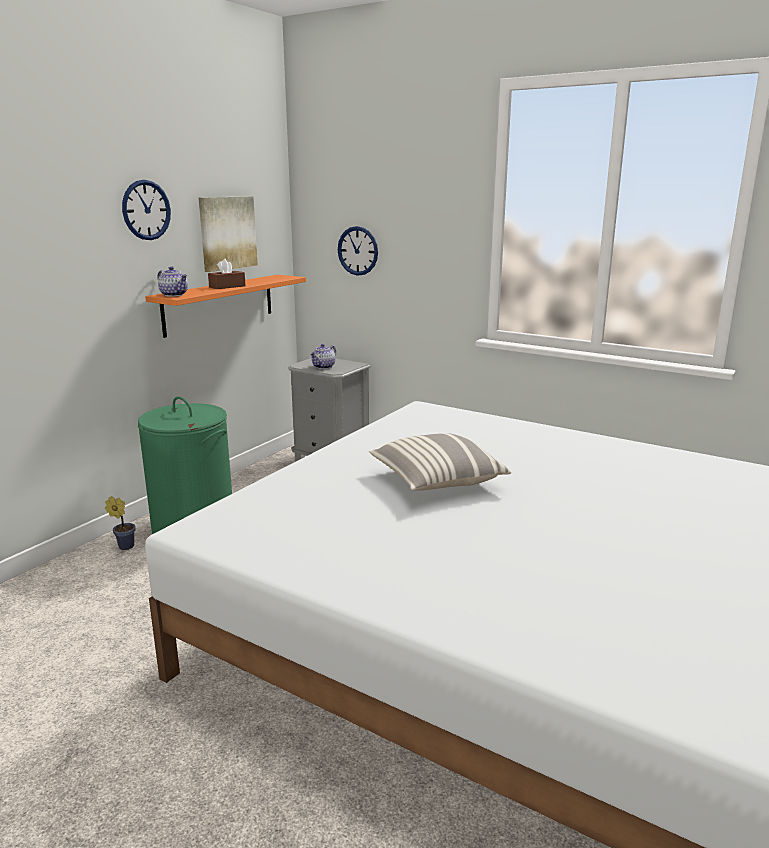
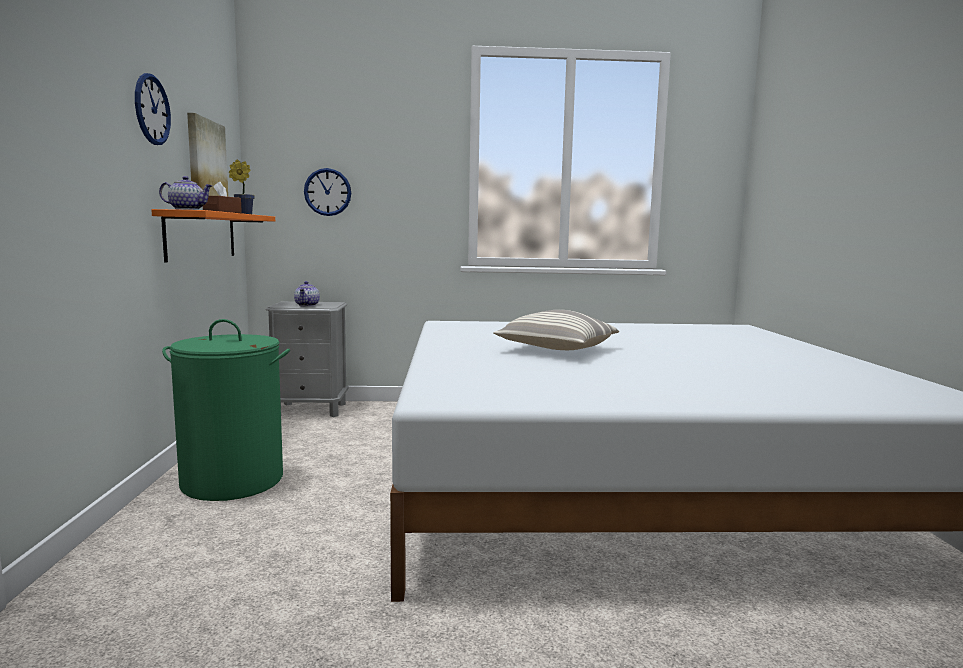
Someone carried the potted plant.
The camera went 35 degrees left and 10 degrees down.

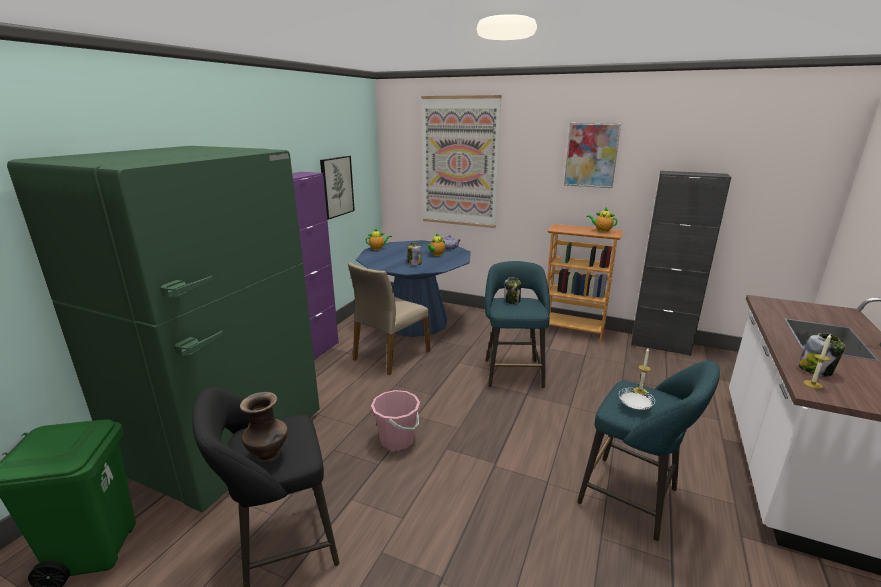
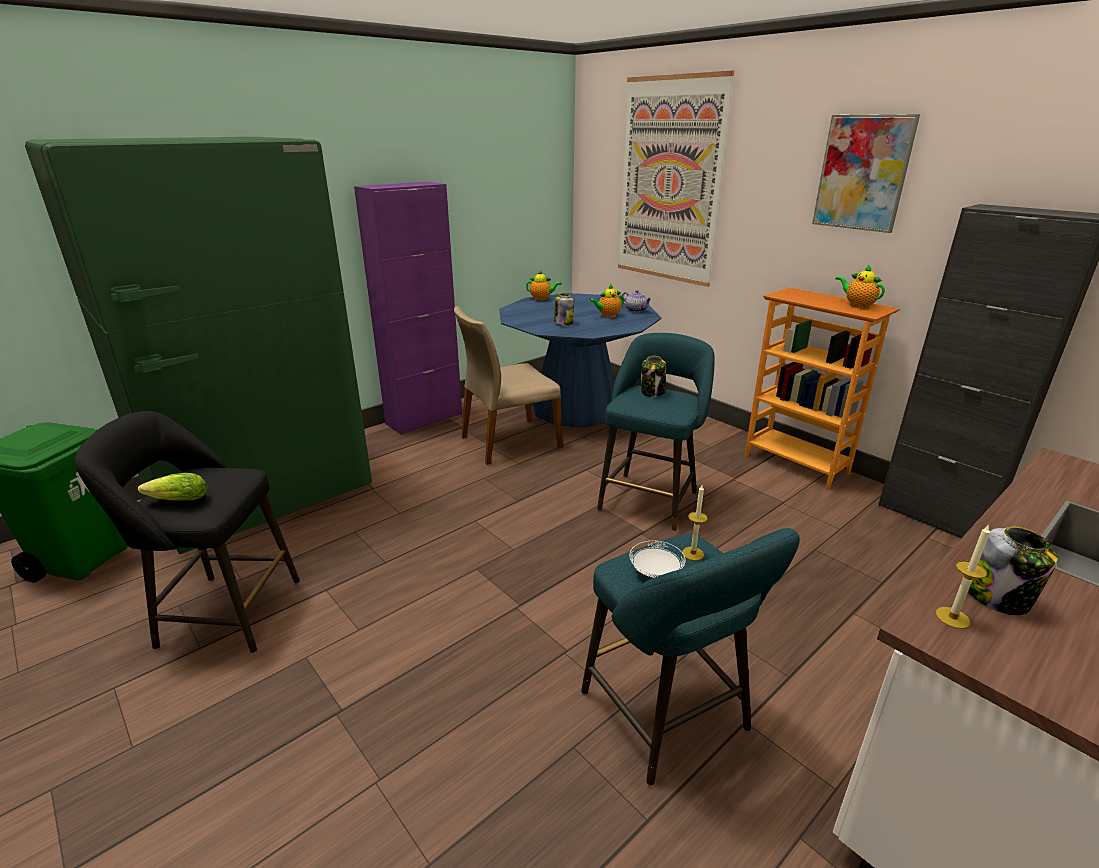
Someone swapped the brown vase for the lettuce.
Someone took away the picture (no. 1 from left).
Someone took away the pink bucket.
The camera went 25 degrees right and 5 degrees up.

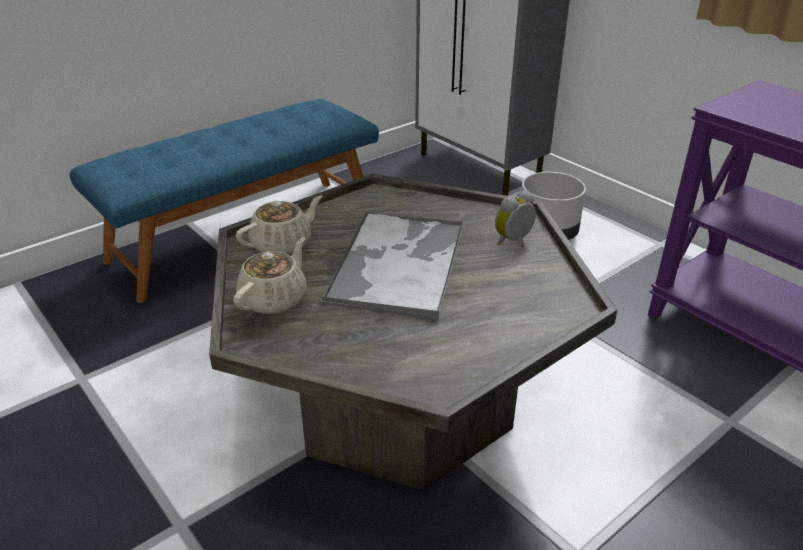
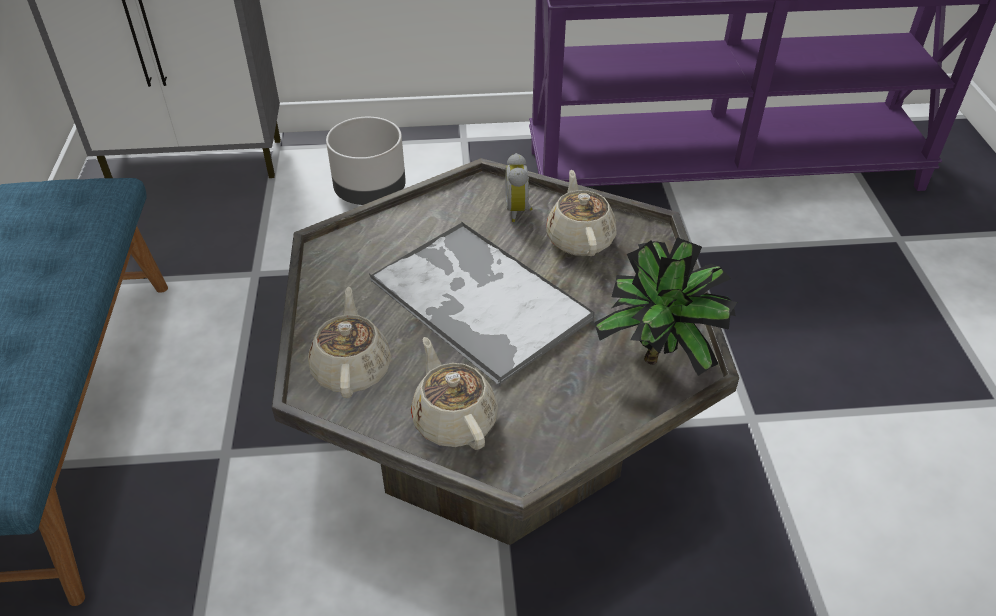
Someone put down the beige teapot (no. 3 from left).
Someone put down the potted plant.
The camera went 55 degrees left and 10 degrees up.

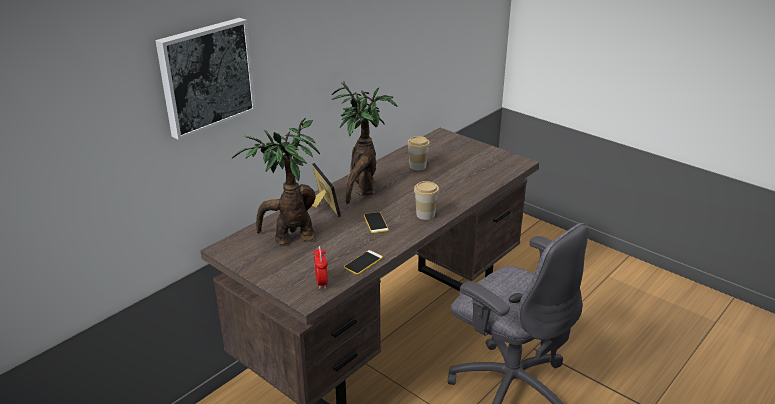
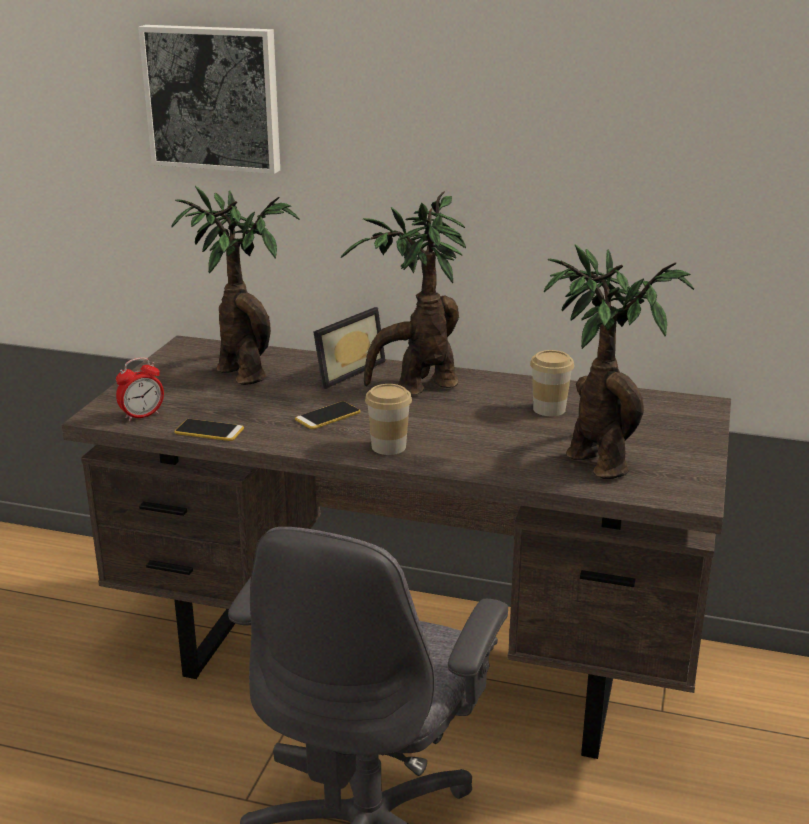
Someone put down the potted plant (no. 3 from left).
The camera went 65 degrees right and 5 degrees down.

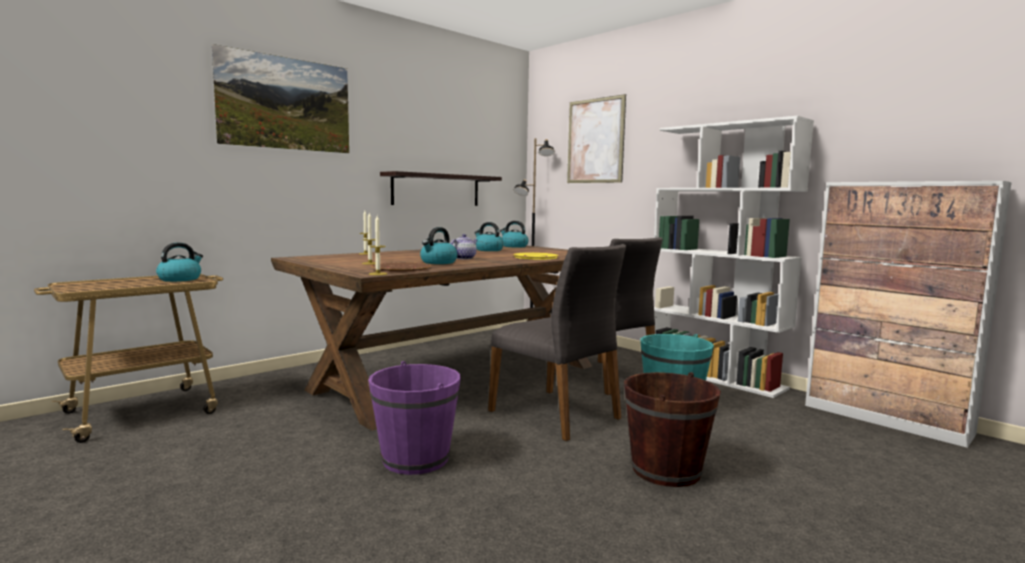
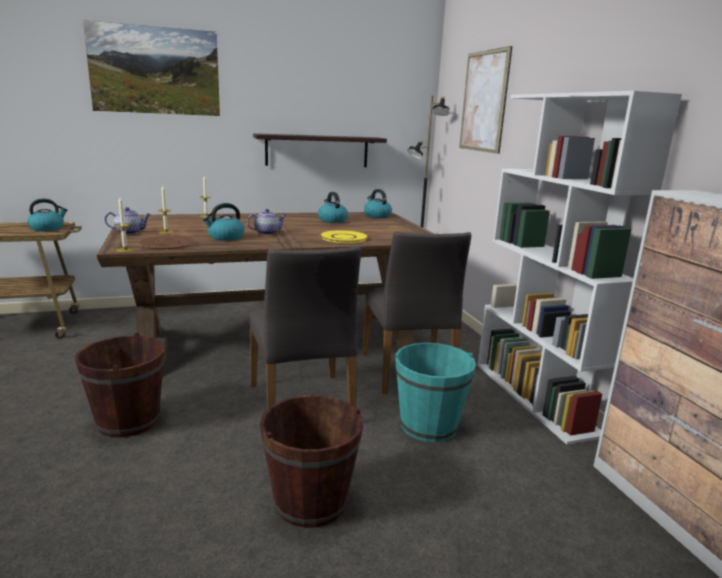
Someone repainted the purple bucket, which became the brown bucket (no. 1 from left).
Someone put down the teapot (no. 1 from left).
The camera went 25 degrees right and 10 degrees up.

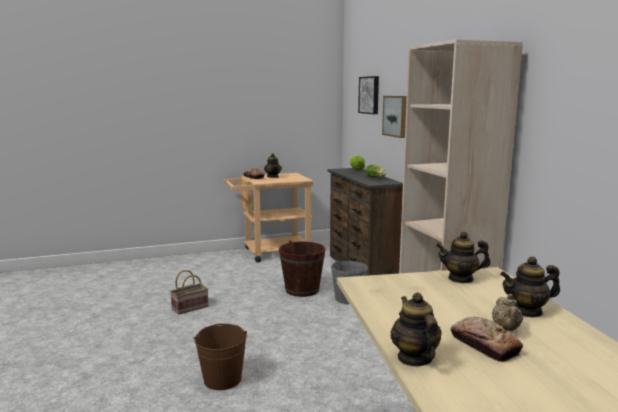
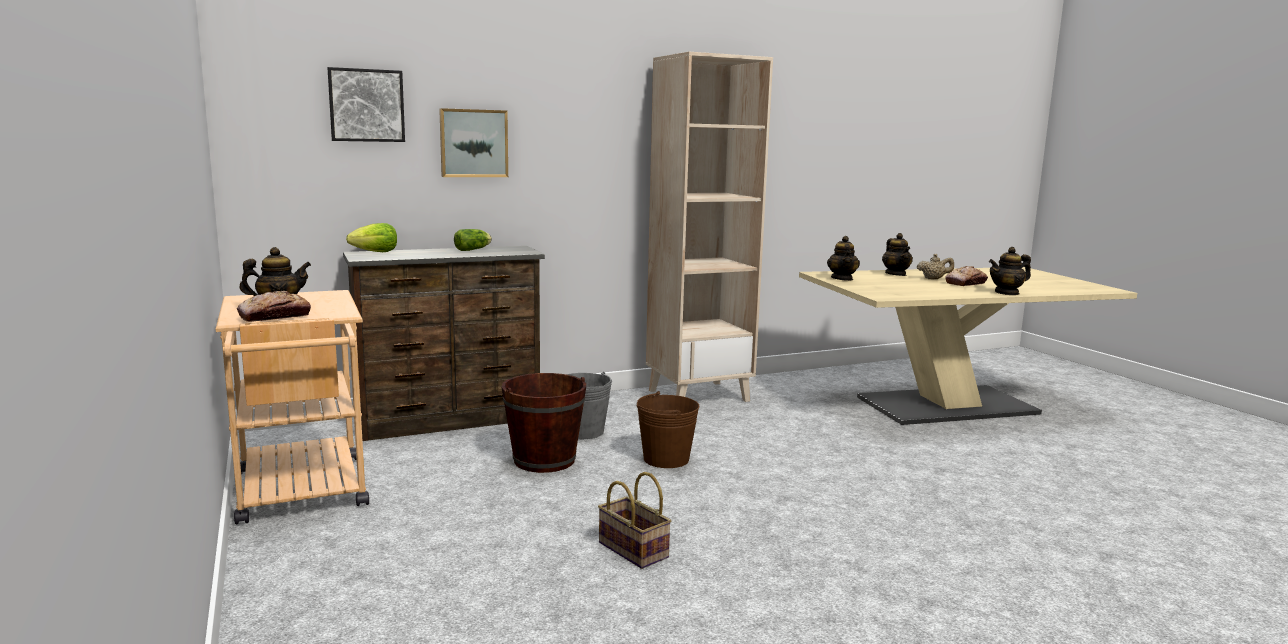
Someone carried the brown bucket (no. 1 from left in the first image).
The camera went 95 degrees left and 0 degrees up.

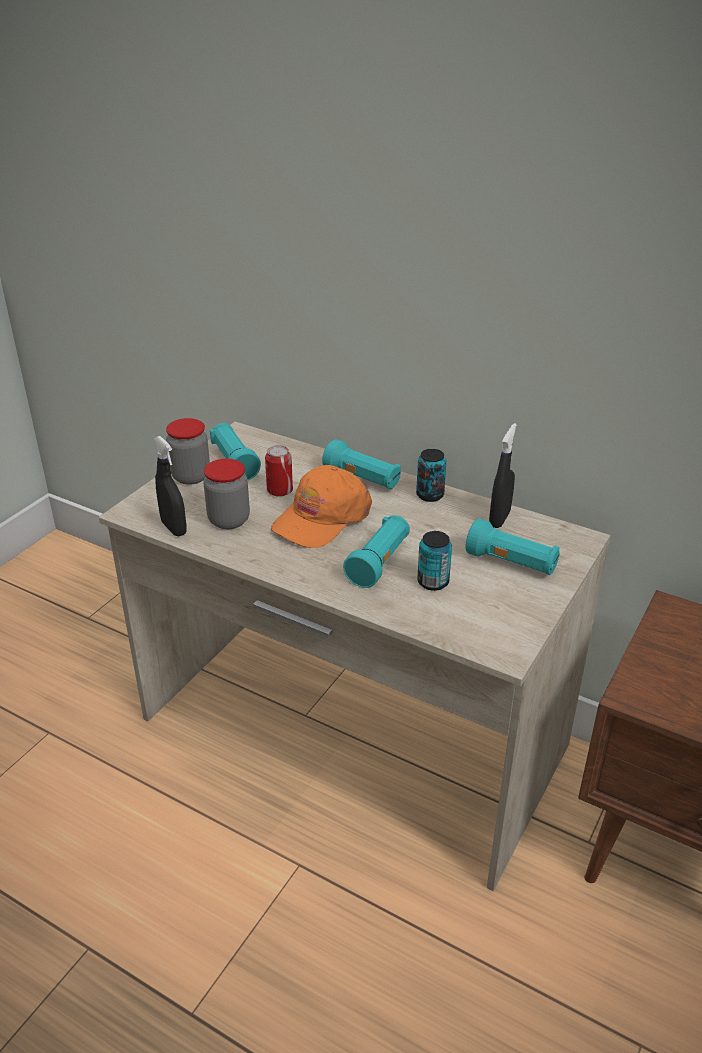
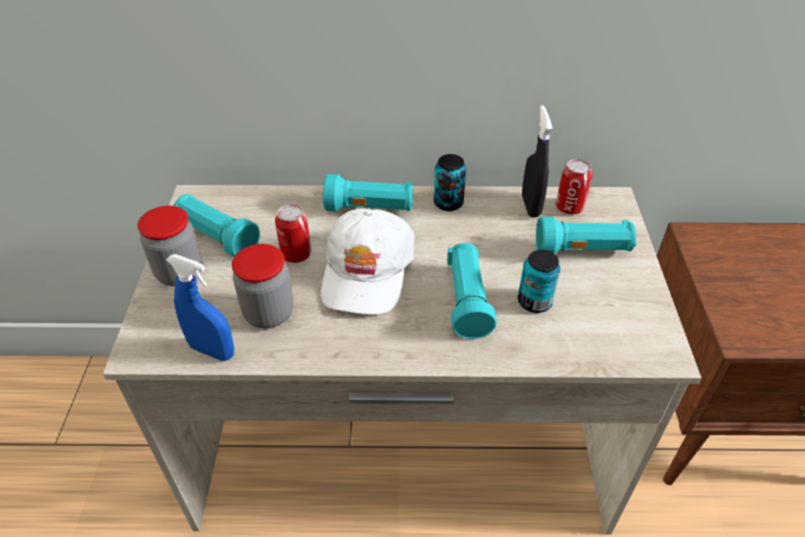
Someone repainted the black spray bottle (no. 1 from left), which became the blue spray bottle.
Someone repainted the orange cap, which became the white cap.
Someone put down the can (no. 4 from left).
The camera went 30 degrees left and 10 degrees up.

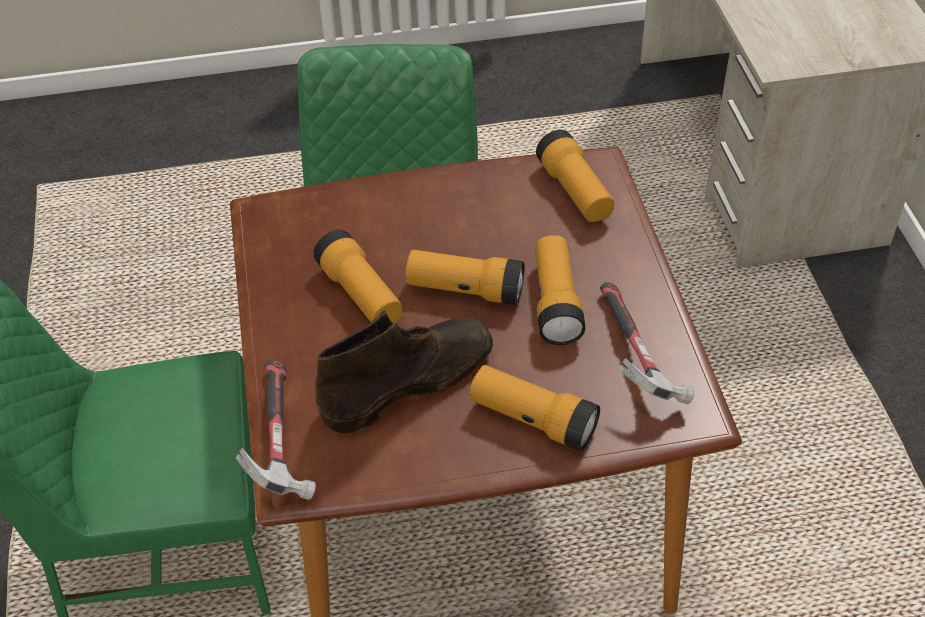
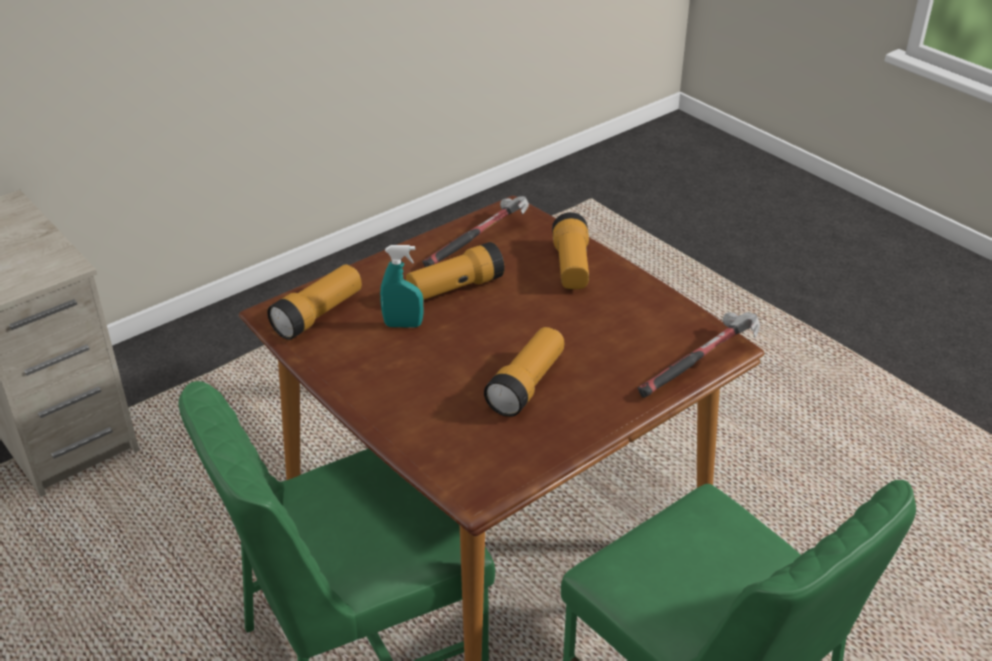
Someone took away the brown boot.
Someone took away the flashlight (no. 2 from left).
Someone put down the turquoise spray bottle.
The camera went 120 degrees left and 10 degrees down.

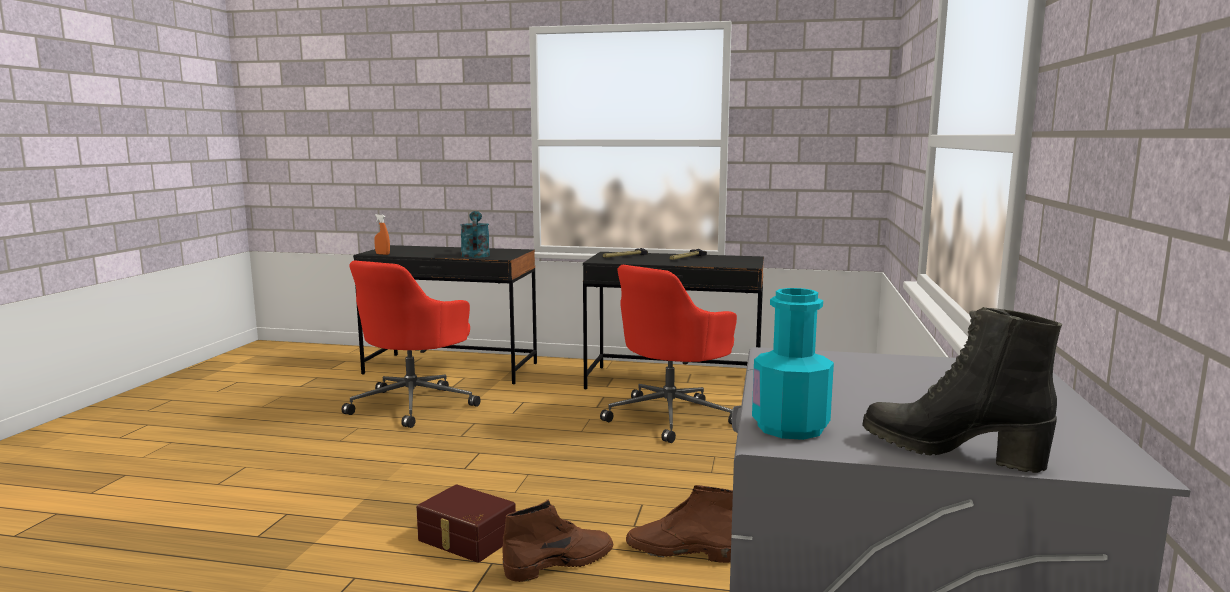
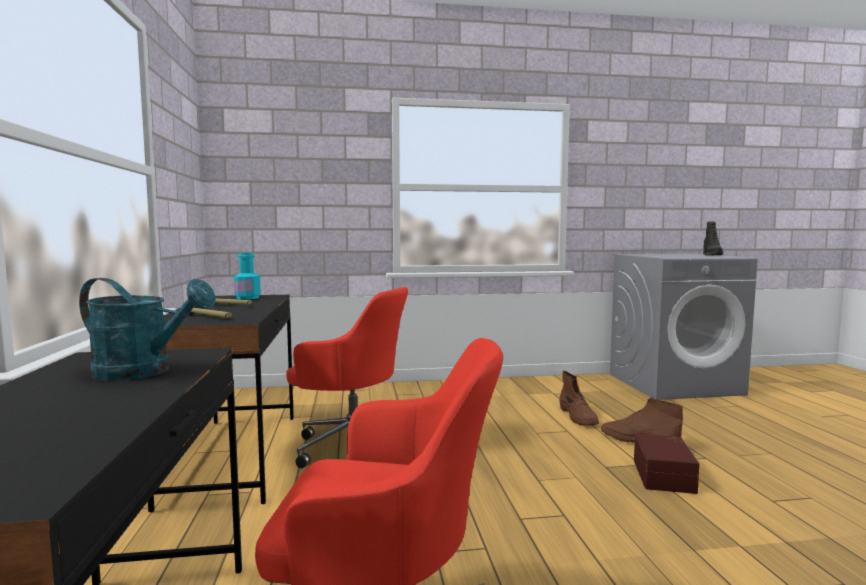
Someone took away the orange spray bottle.
Someone rotated the turquoise watering can by 135 degrees counterclockwise.
Someone carried the turquoise bottle.
The camera went 110 degrees left and 5 degrees down.

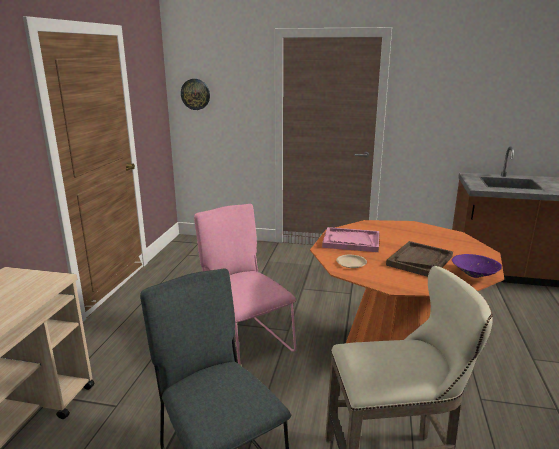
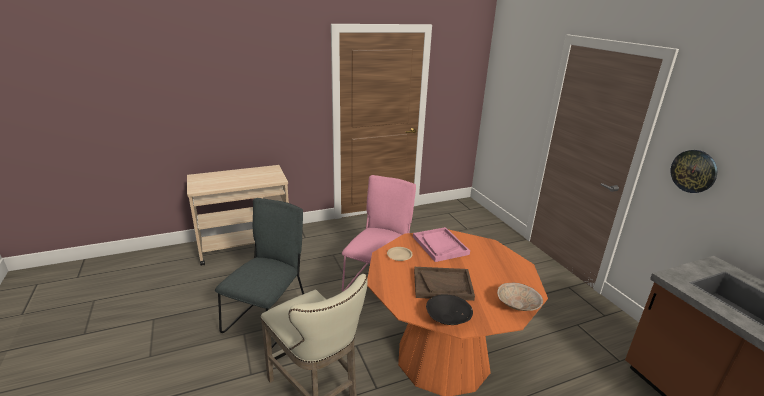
Someone carried the wall clock.
Someone repainted the purple bowl, which became the black bowl.
Someone put down the beige bowl.
The camera went 55 degrees right and 5 degrees up.

